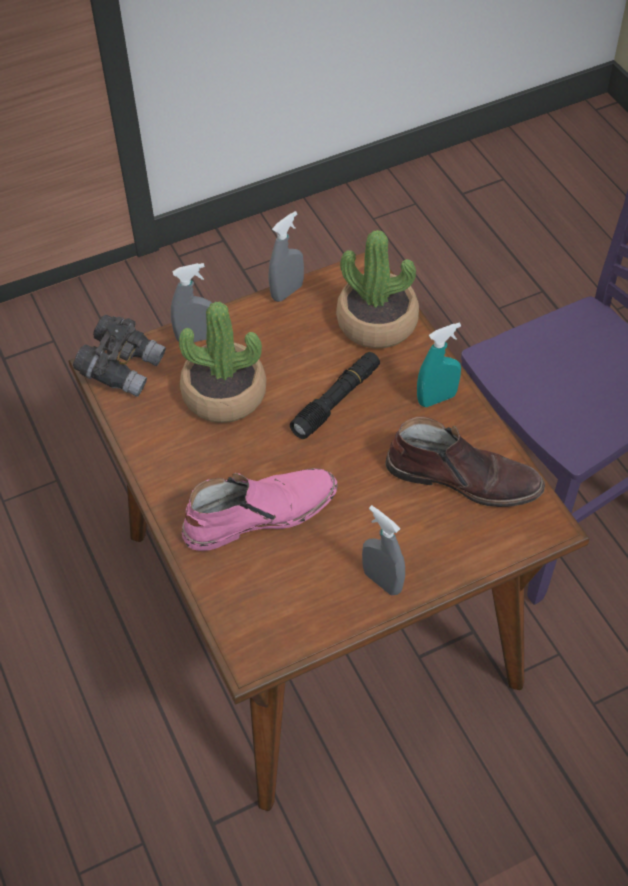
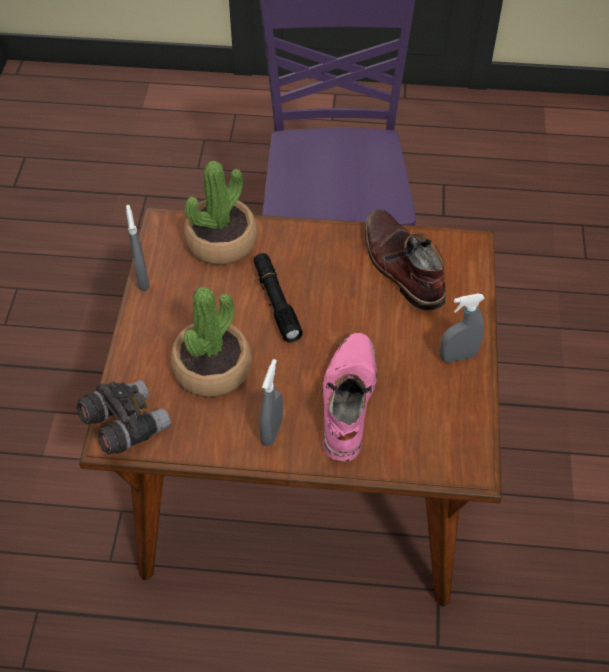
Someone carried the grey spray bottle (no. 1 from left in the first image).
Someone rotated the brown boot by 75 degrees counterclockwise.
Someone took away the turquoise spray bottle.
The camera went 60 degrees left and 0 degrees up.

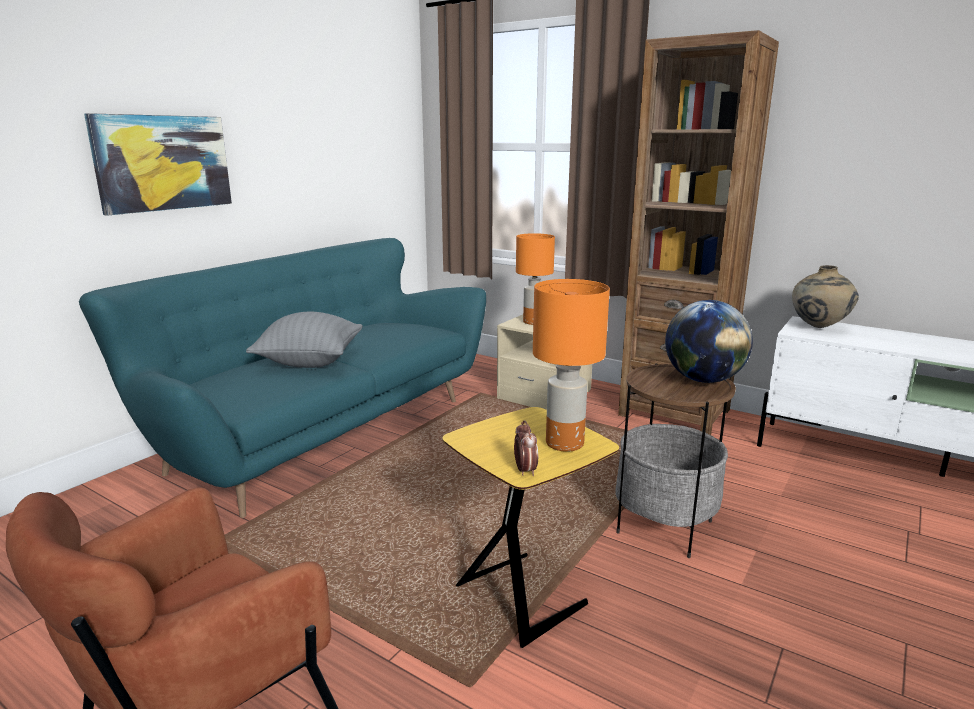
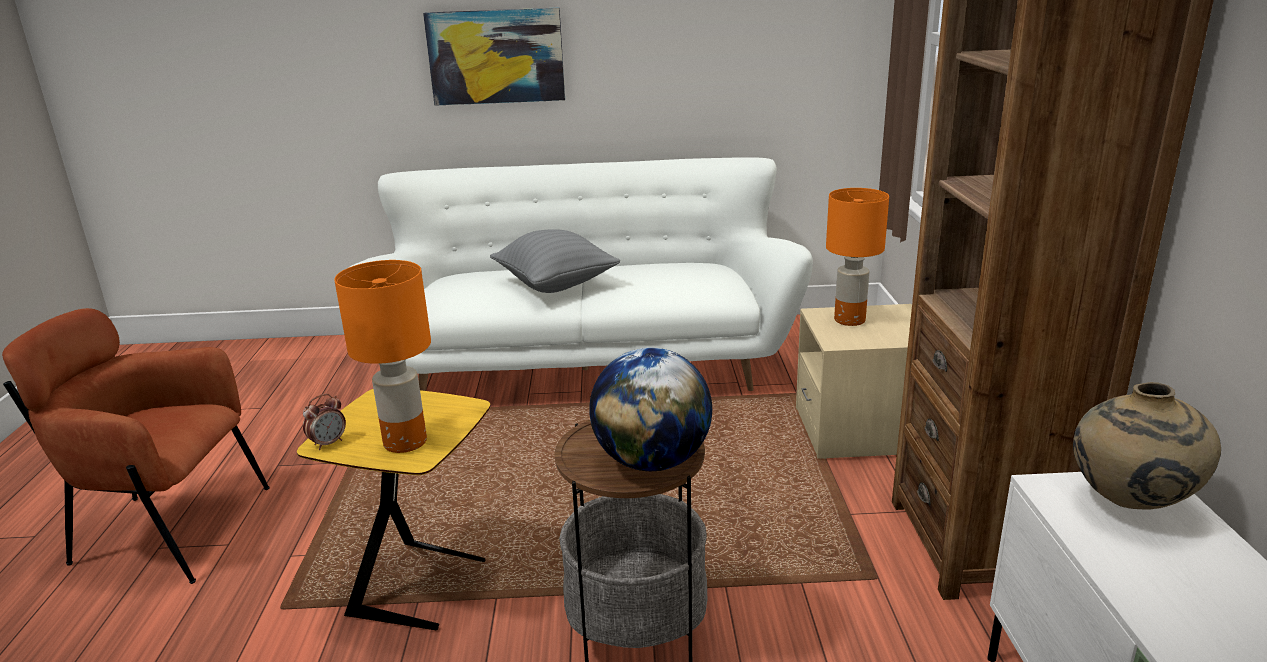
Someone repainted the turquoise sofa, which became the white sofa.
The camera went 55 degrees right and 5 degrees up.

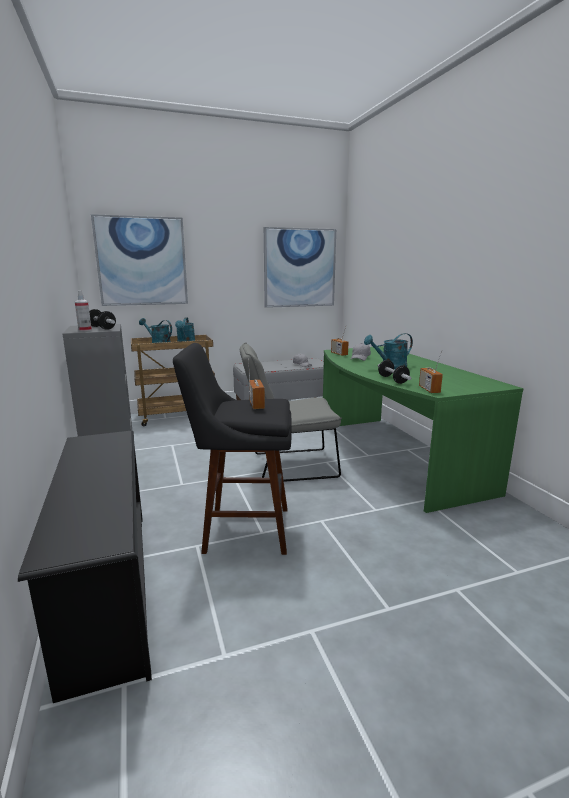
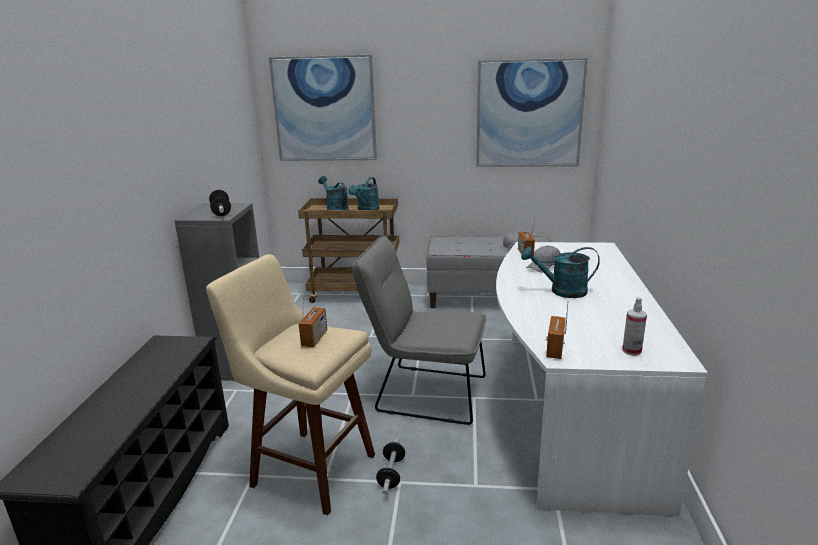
Someone carried the spray bottle.
Someone repainted the black stool, which became the beige stool.
Someone repainted the green desk, which became the white desk.
Someone carried the dumbbell (no. 2 from left).
The camera went 25 degrees right and 5 degrees up.

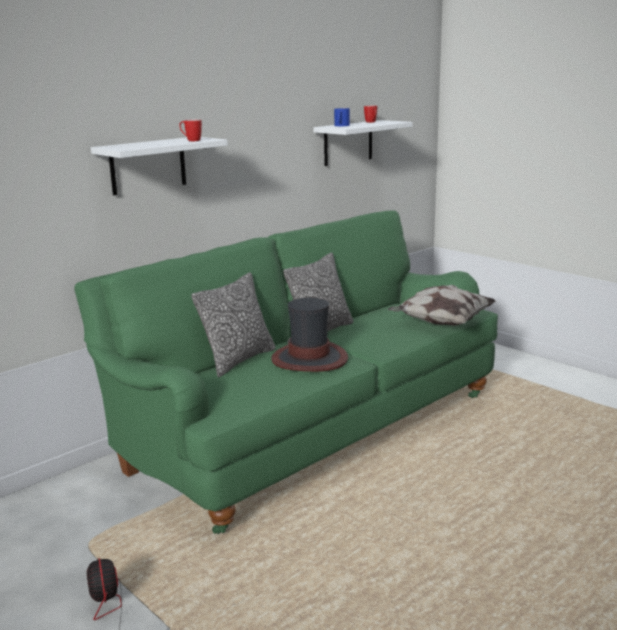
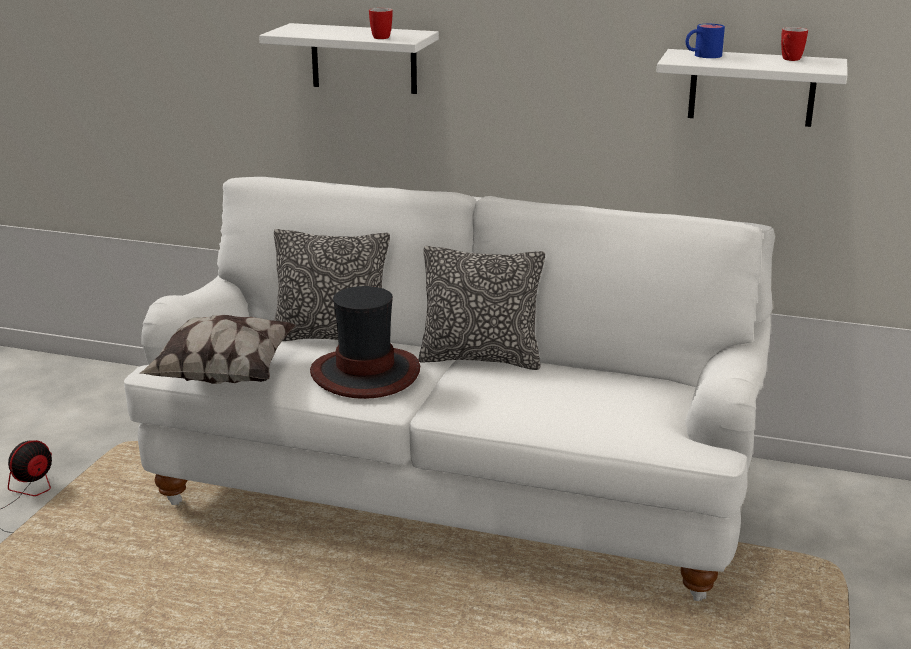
Someone repainted the green sofa, which became the white sofa.
Someone carried the pillow (no. 3 from left in the first image).
The camera went 60 degrees right and 5 degrees up.

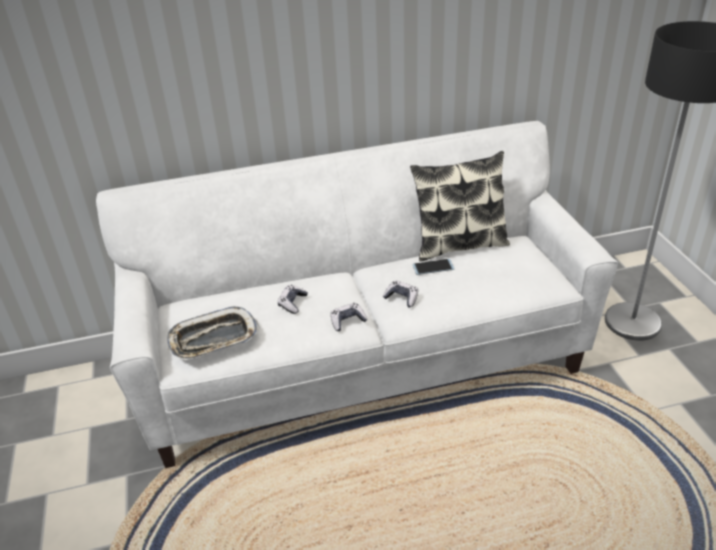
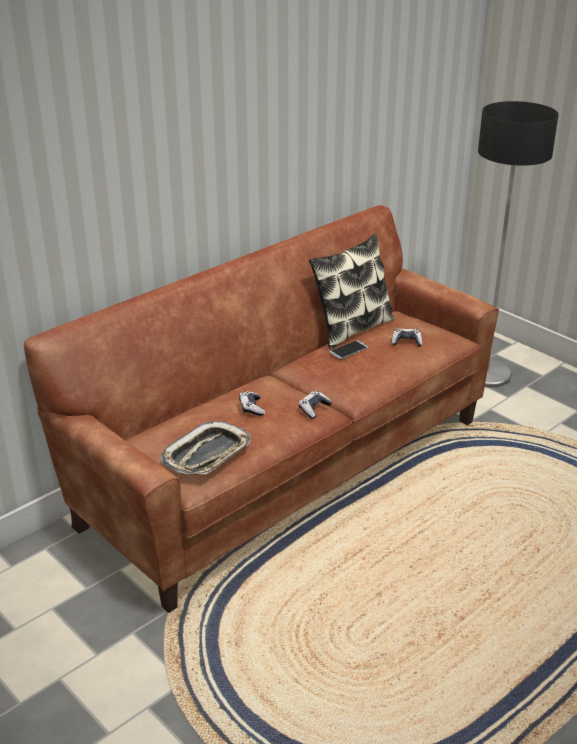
Someone repainted the white sofa, which became the brown sofa.
Someone carried the game controller (no. 3 from left).
The camera went 30 degrees left and 5 degrees down.

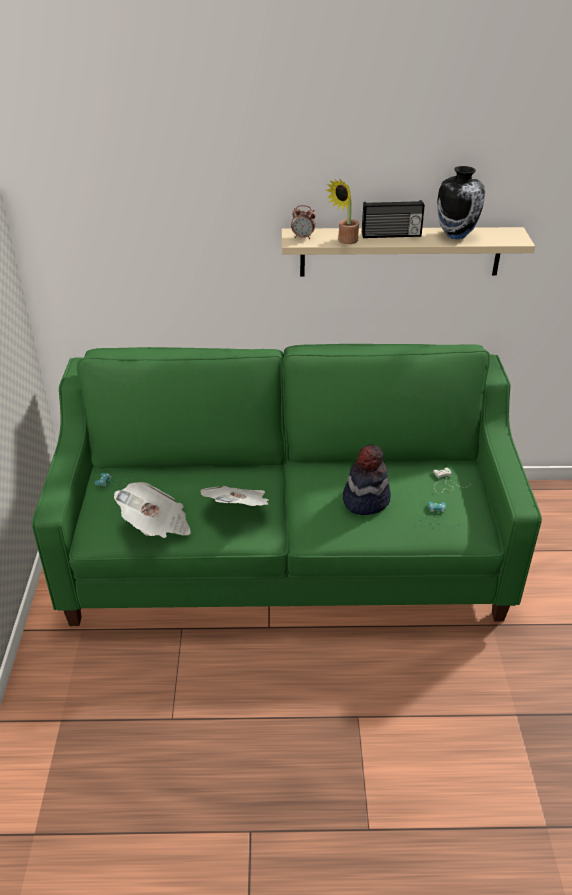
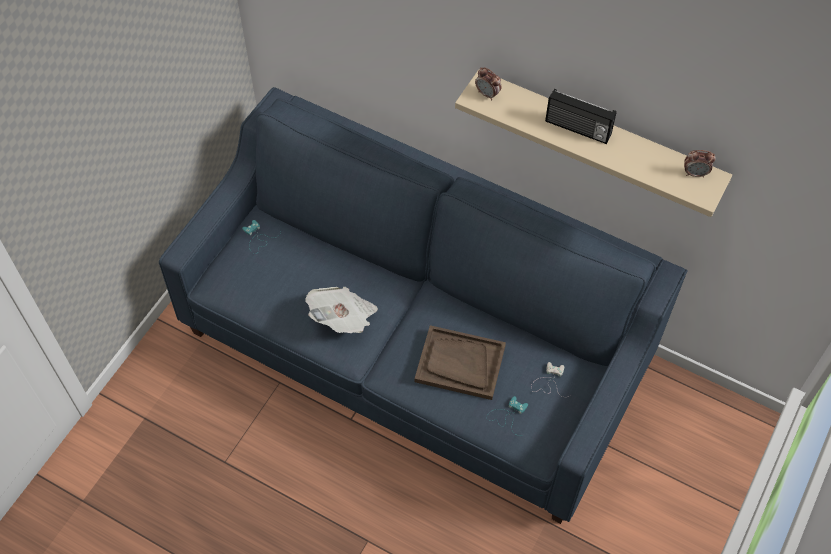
Someone repainted the green sofa, which became the blue sofa.
Someone took away the newspaper (no. 1 from left).
Someone took away the potted plant.
Someone swapped the hat for the brown tray.
Someone took away the vase.
Someone put down the alarm clock (no. 2 from left).
The camera went 30 degrees right and 20 degrees up.

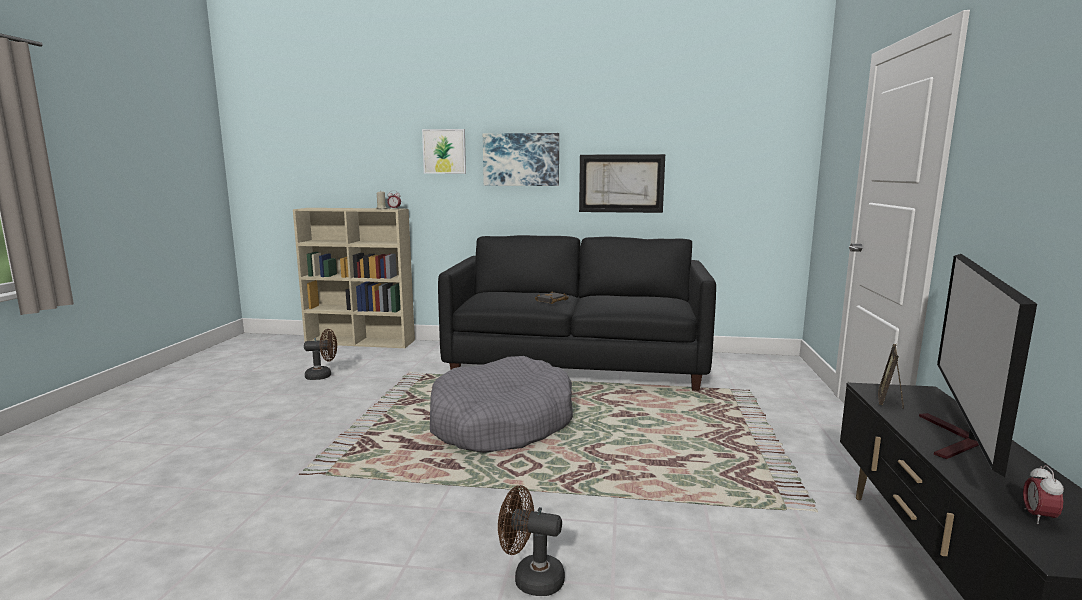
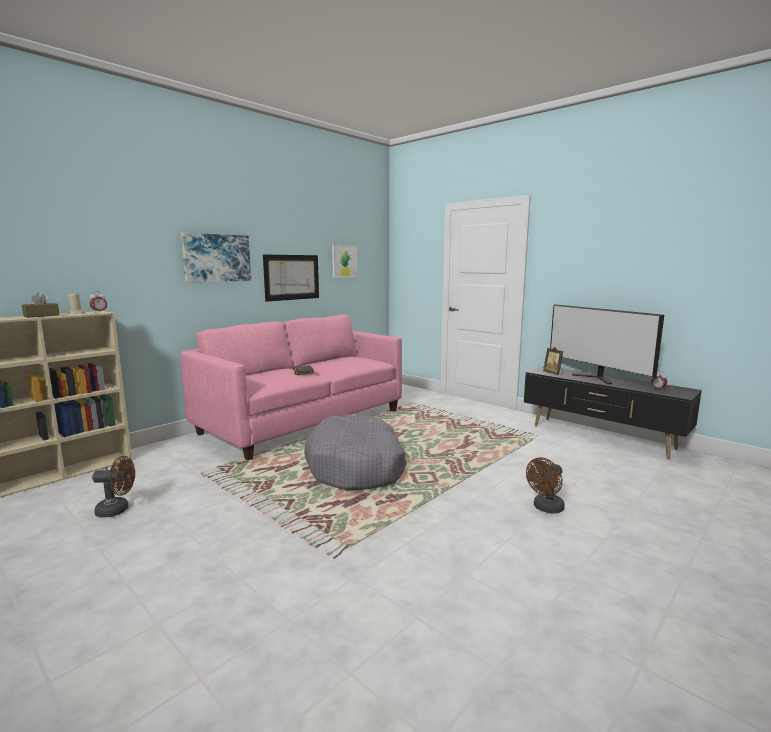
Someone rotated the brown fan (no. 1 from left) by 60 degrees clockwise.
Someone carried the picture (no. 1 from left in the first image).
Someone repainted the black sofa, which became the pink sofa.
Someone put down the brown tissue box.
The camera went 55 degrees left and 0 degrees up.

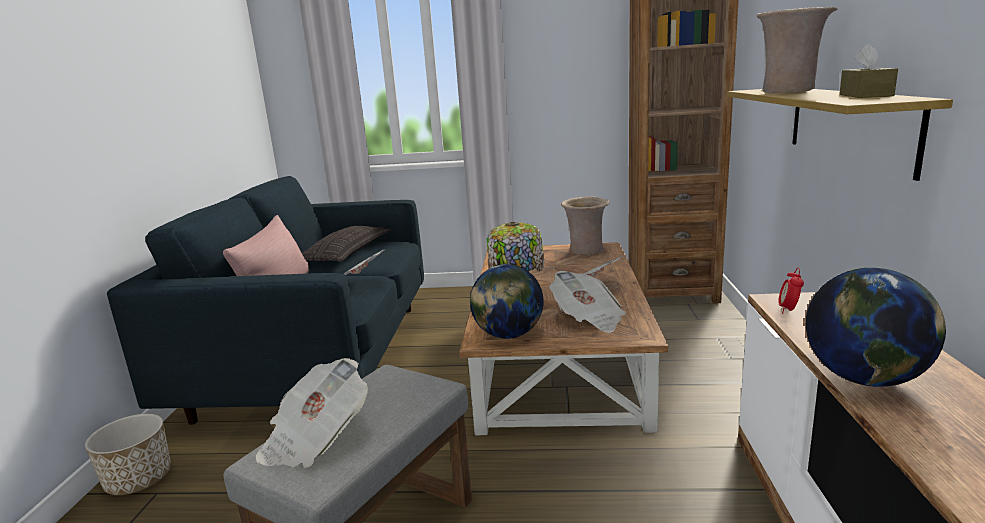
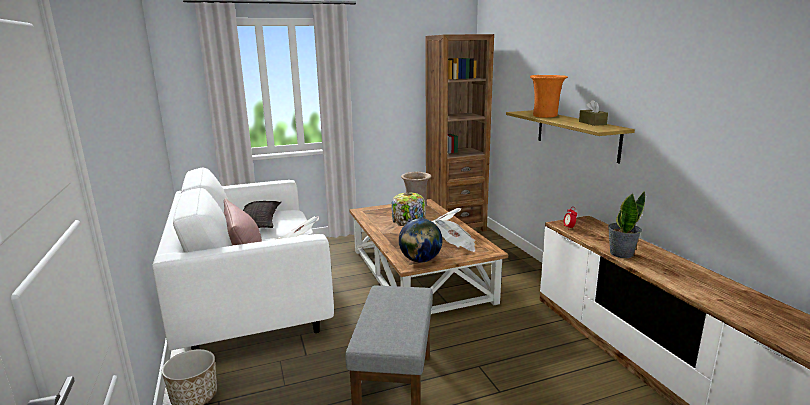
Someone repainted the blue sofa, which became the white sofa.
Someone took away the newspaper (no. 1 from left).
Someone repainted the beige vase (no. 2 from left), which became the orange vase.
Someone swapped the globe (no. 2 from left) for the potted plant.
The camera went 25 degrees left and 0 degrees up.

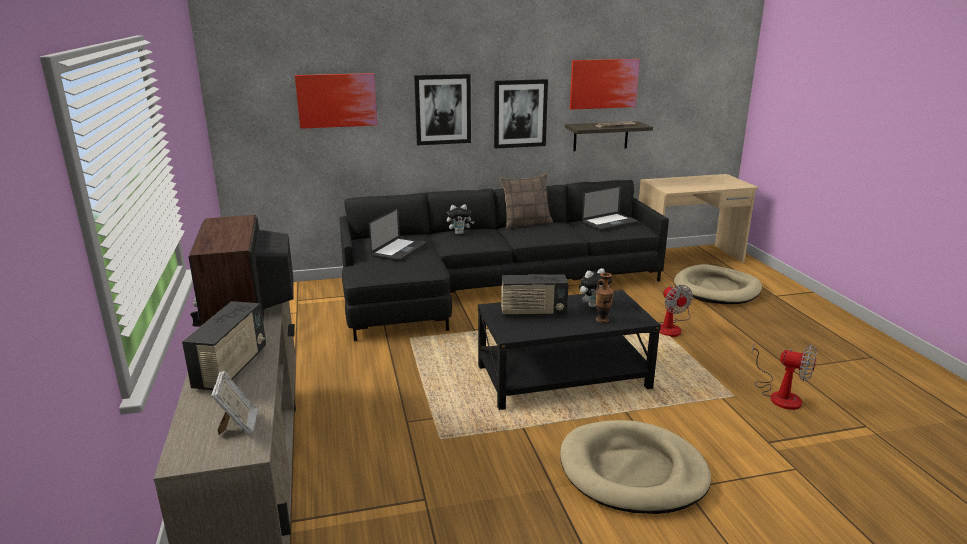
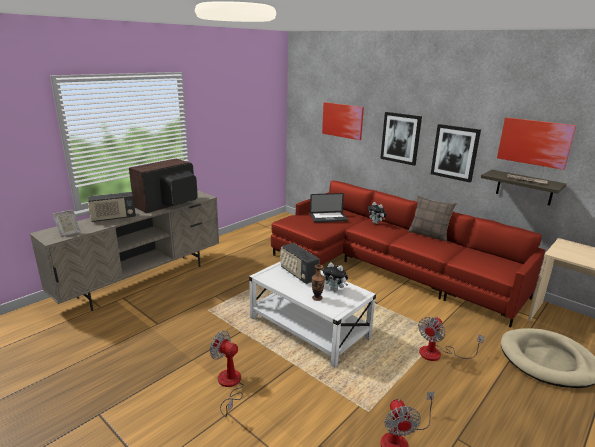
Someone repainted the black sofa, which became the red sofa.
Someone repainted the black coffee table, which became the white coffee table.
Someone swapped the beige dog bed (no. 1 from left) for the fan (no. 1 from left).
Someone took away the laptop (no. 2 from left).
The camera went 55 degrees right and 0 degrees up.

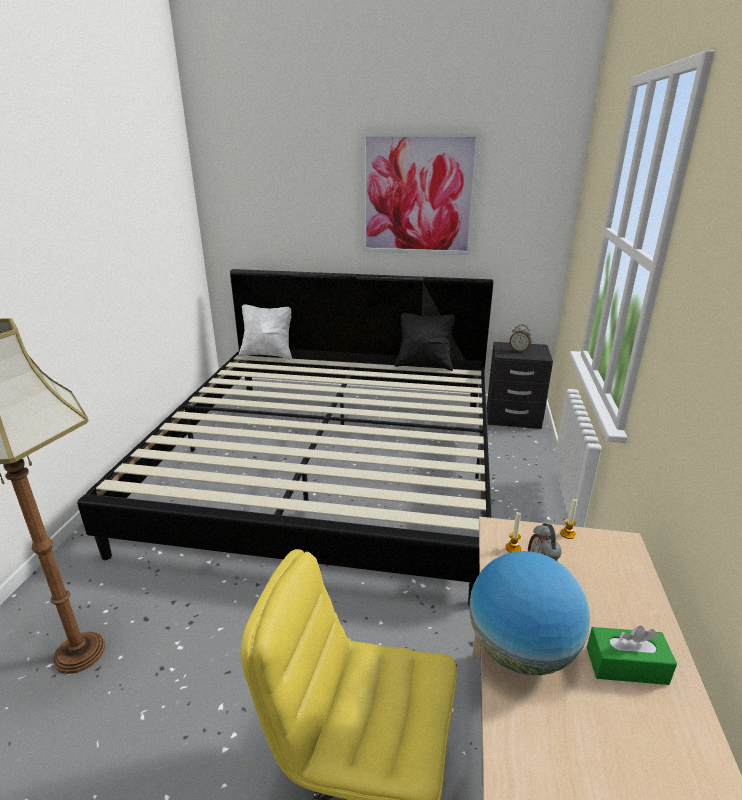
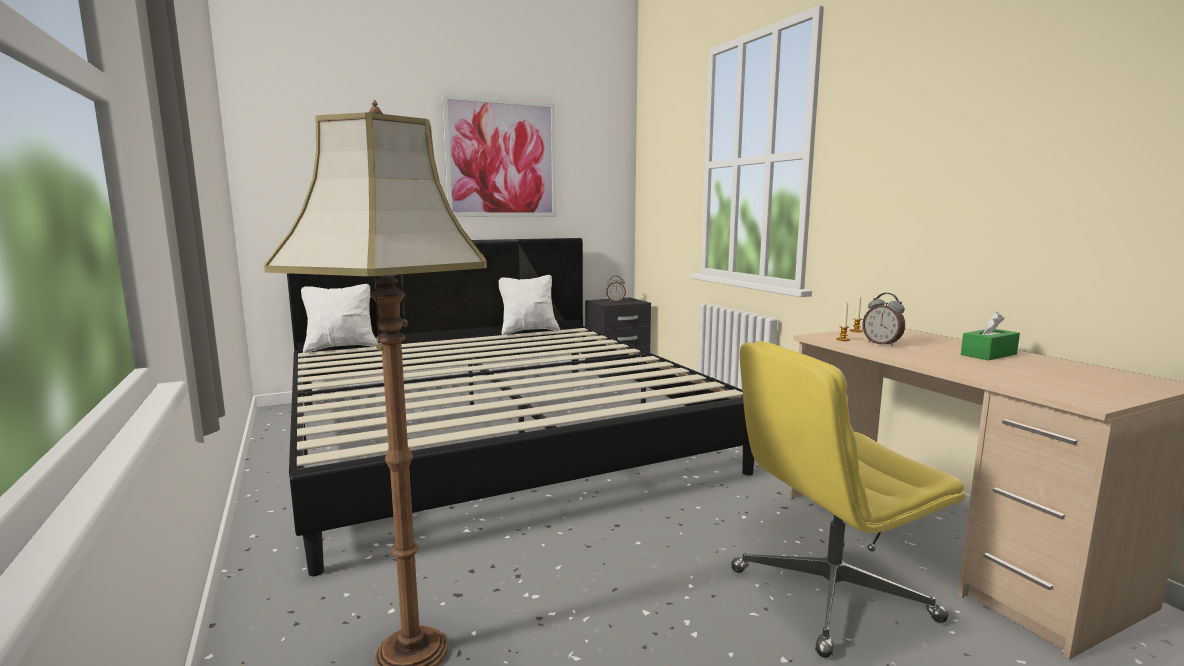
Someone repainted the black pillow, which became the white pillow (no. 2 from left).
Someone took away the globe.
The camera went 35 degrees left and 15 degrees down.

